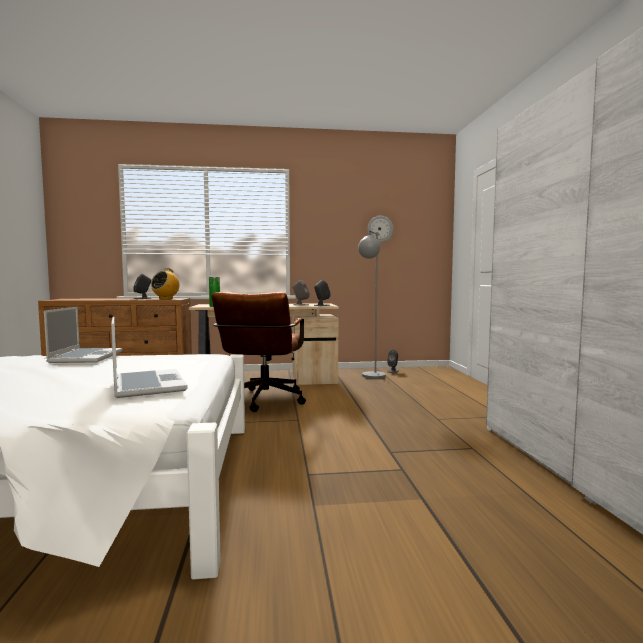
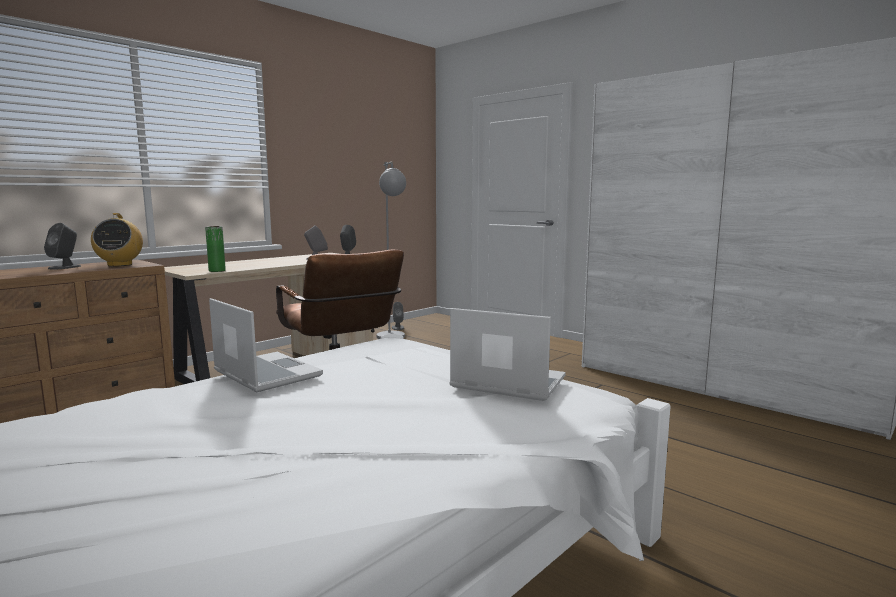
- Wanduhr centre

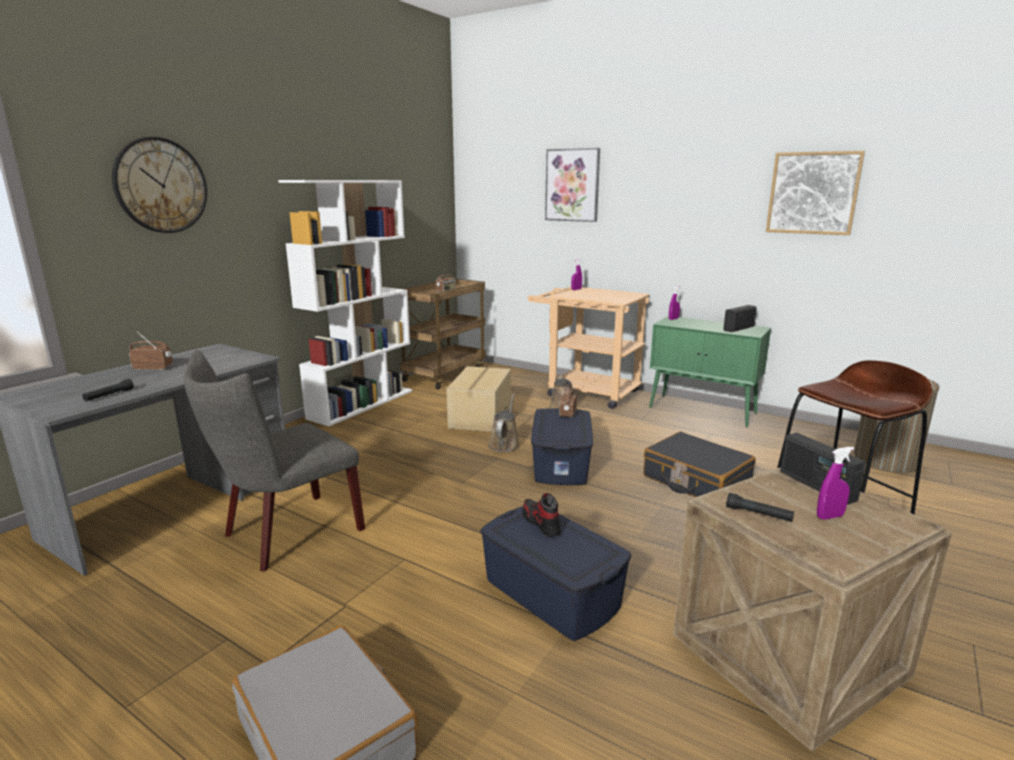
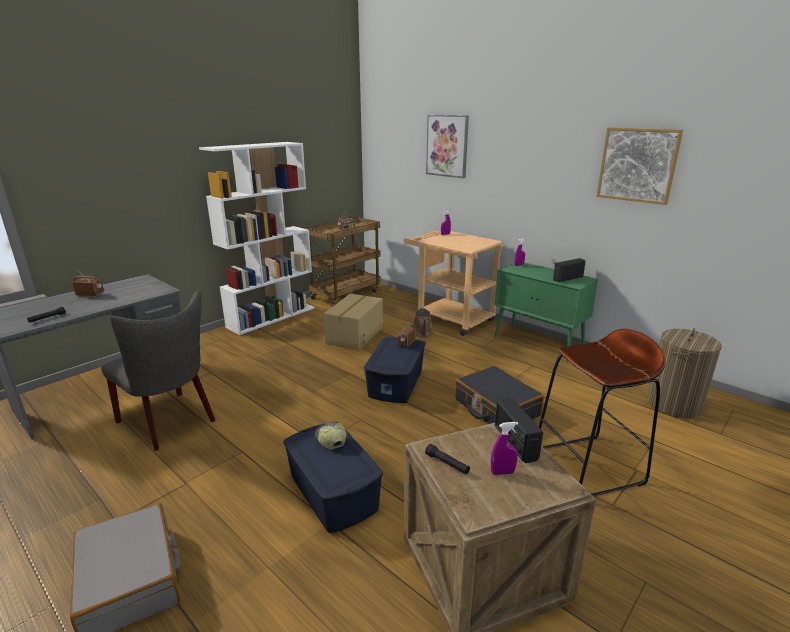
~ Stuhl (grau) middle left = middle left 105 degrees counterclockwise
~ Schuh bottom centre to Kappe bottom centre
- Wanduhr top left
- Gießkanne (braun) (1st from left) centre

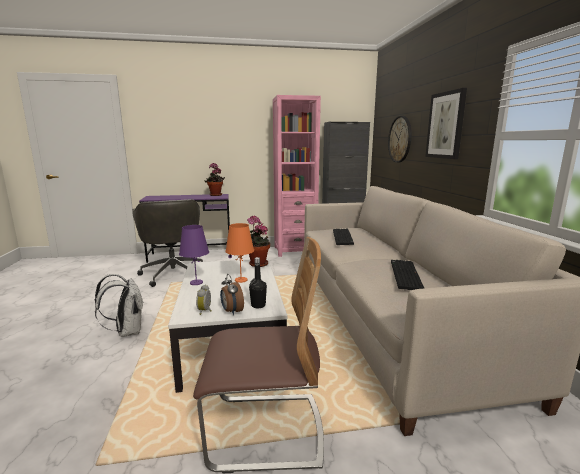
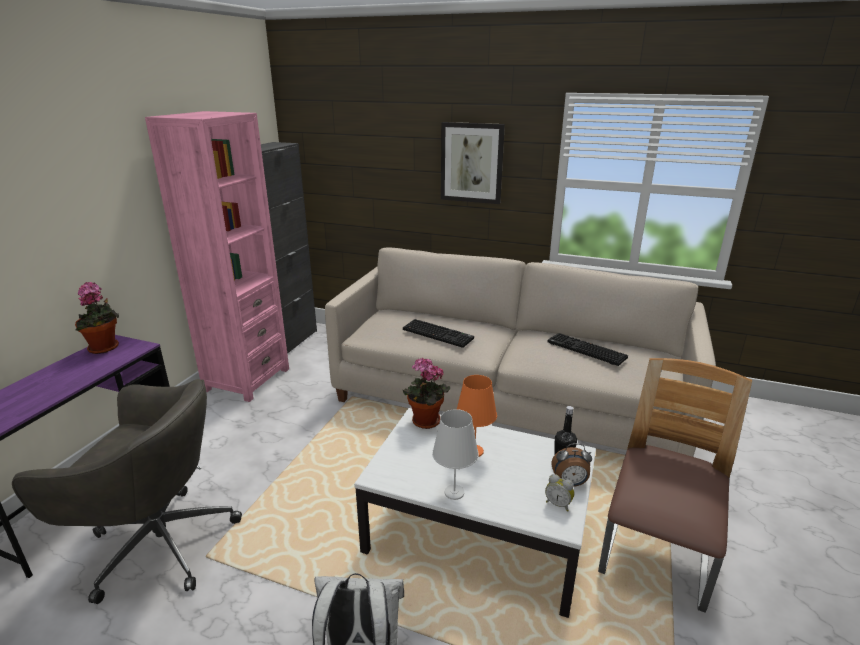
~ Tischlampe (lila) centre to Tischlampe (weiß) bottom centre
- Wanduhr top right

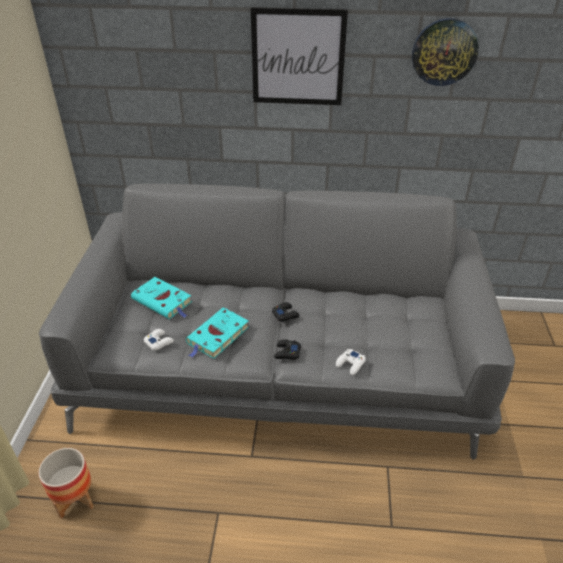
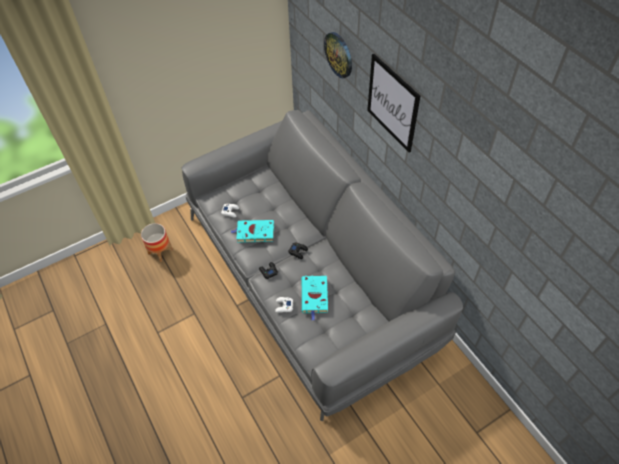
~ Buch (türkis) (1st from left in the first image) middle left to Buch (türkis) (2nd from left) centre
~ Wanduhr top right to top centre

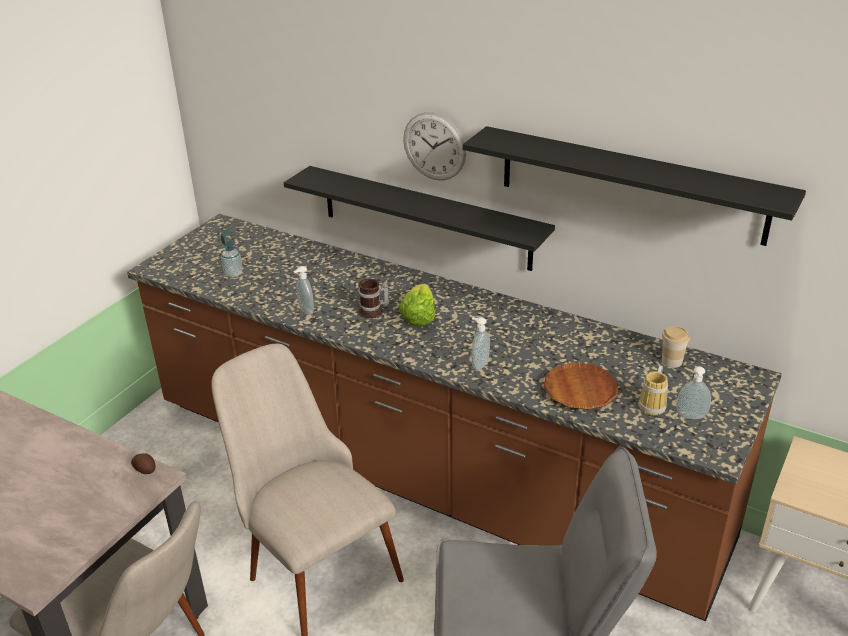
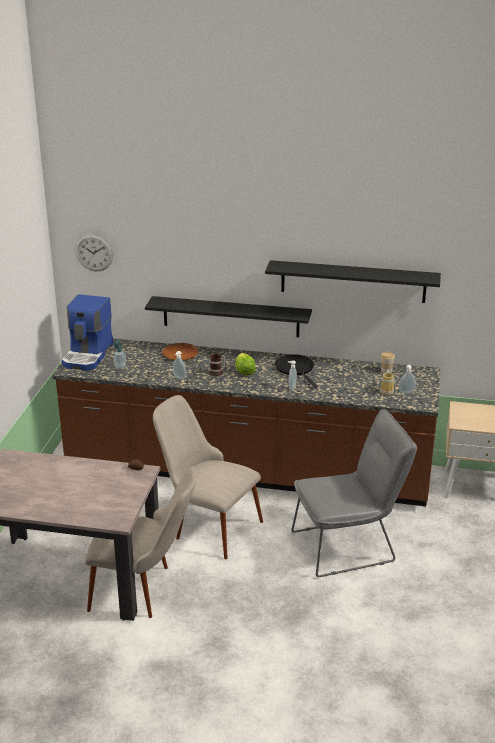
+ Kaffeemaschine middle left
~ Wanduhr top centre to middle left
~ Teller (braun) middle right to centre
+ Pfanne (schwarz) centre

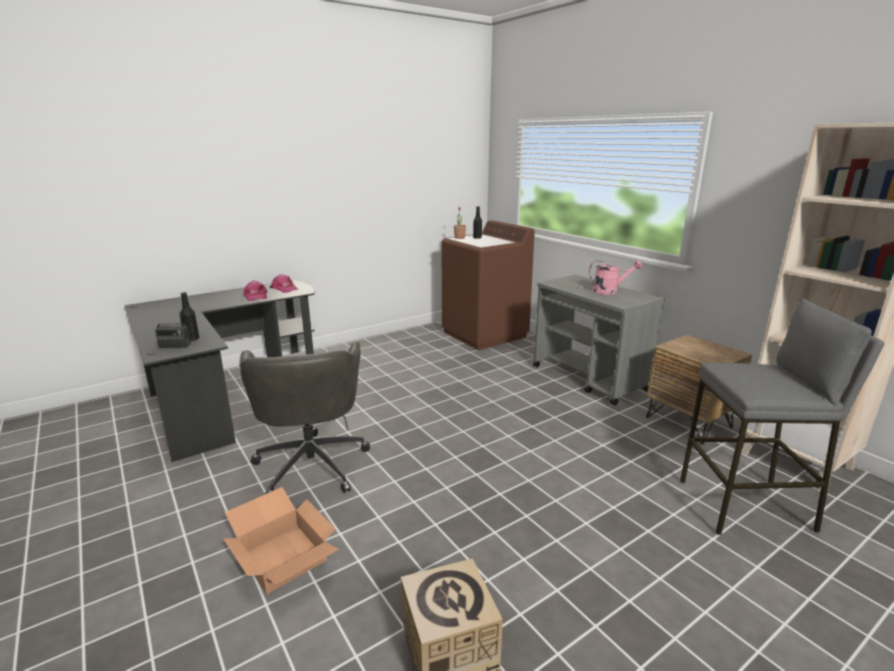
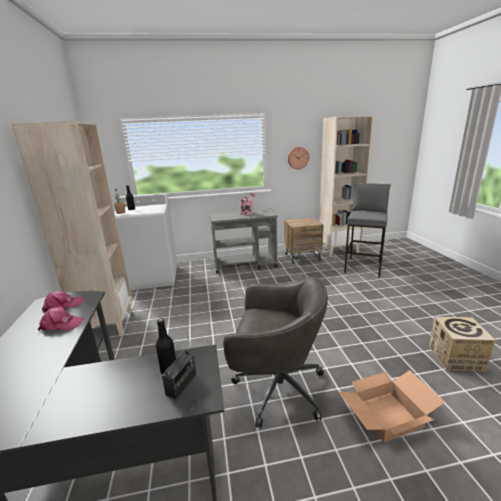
+ Bücherregal (beige) (1st from left) middle left
~ Waschmaschine (braun) centre to Waschmaschine (weiß) middle left
+ Wanduhr top centre

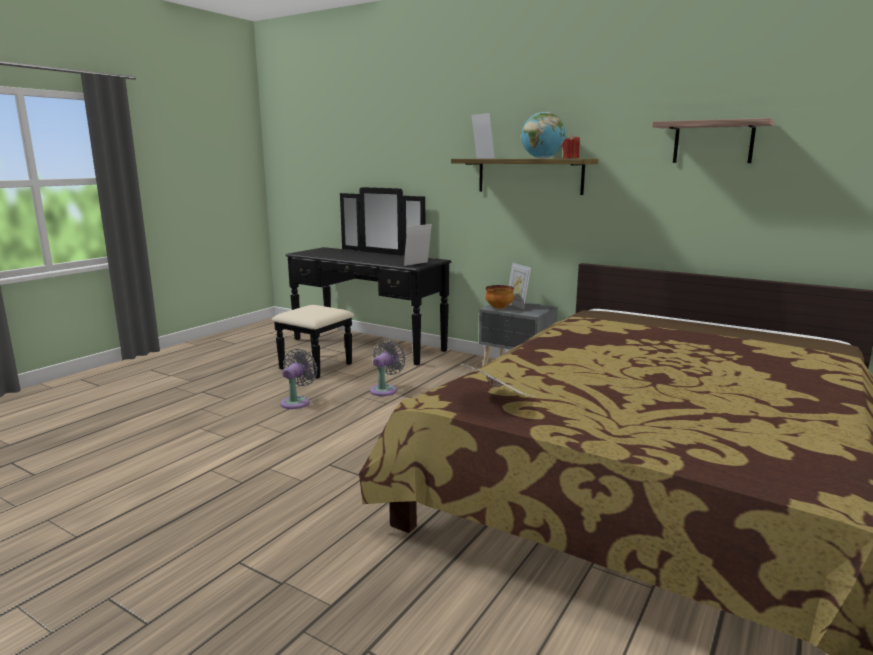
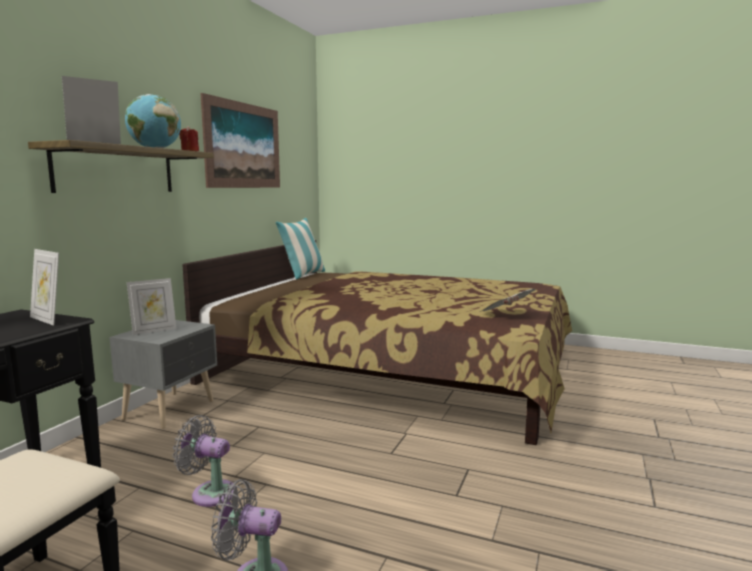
~ Wandregal (2nd from left) top right to Bild top left
+ Kissen centre
- Schüssel centre

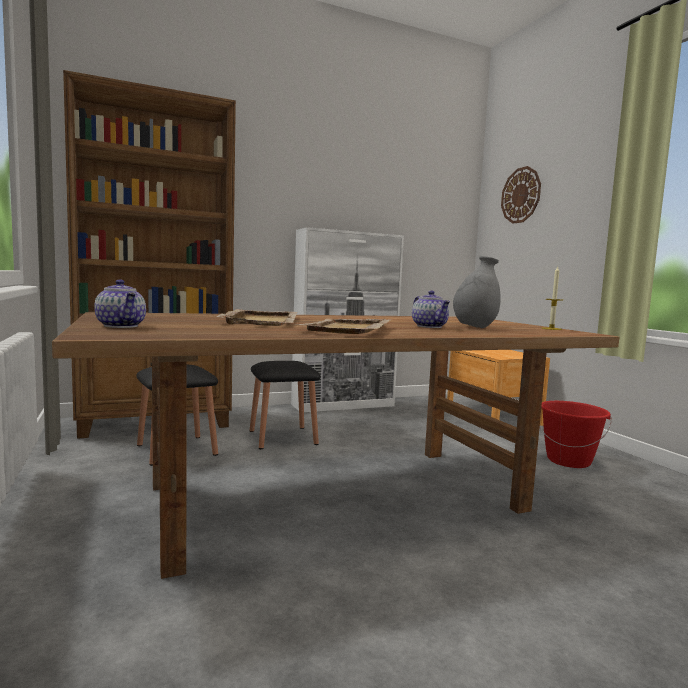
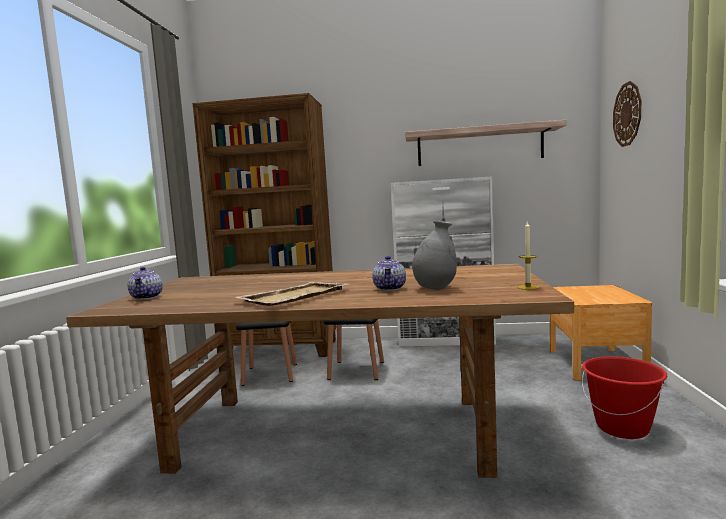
+ Wandregal top right
- Tablett (beige) (1st from left) centre

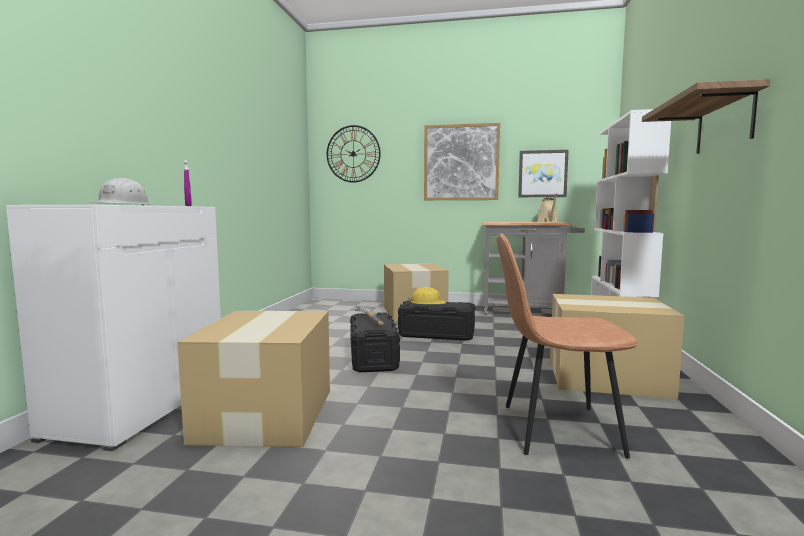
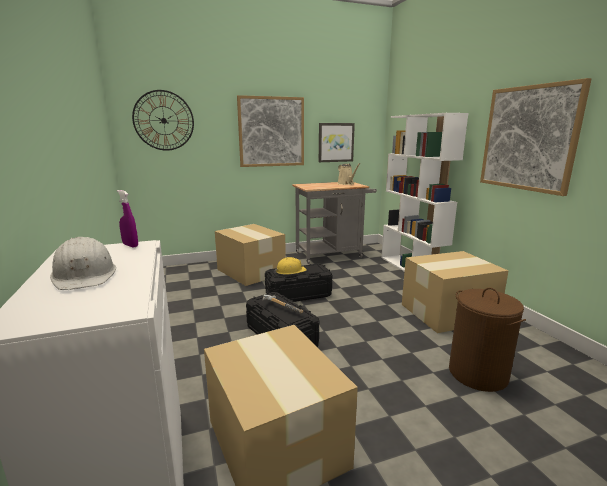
~ Stuhl (braun) middle right to Wäschekorb (braun) bottom right
~ Wandregal top right to Bild (3rd from left) top right

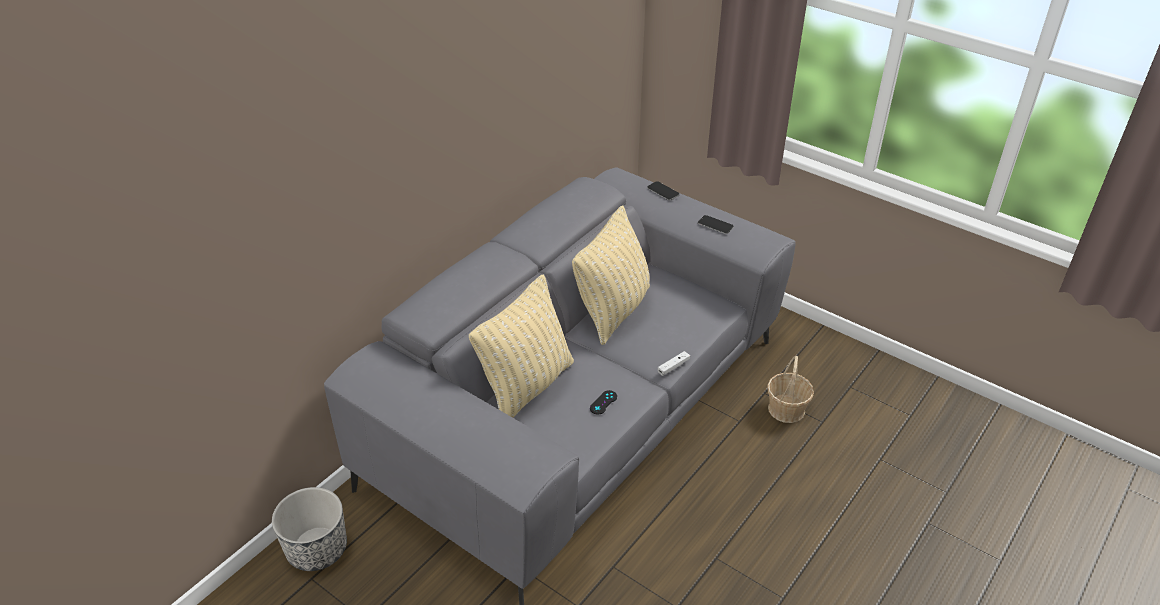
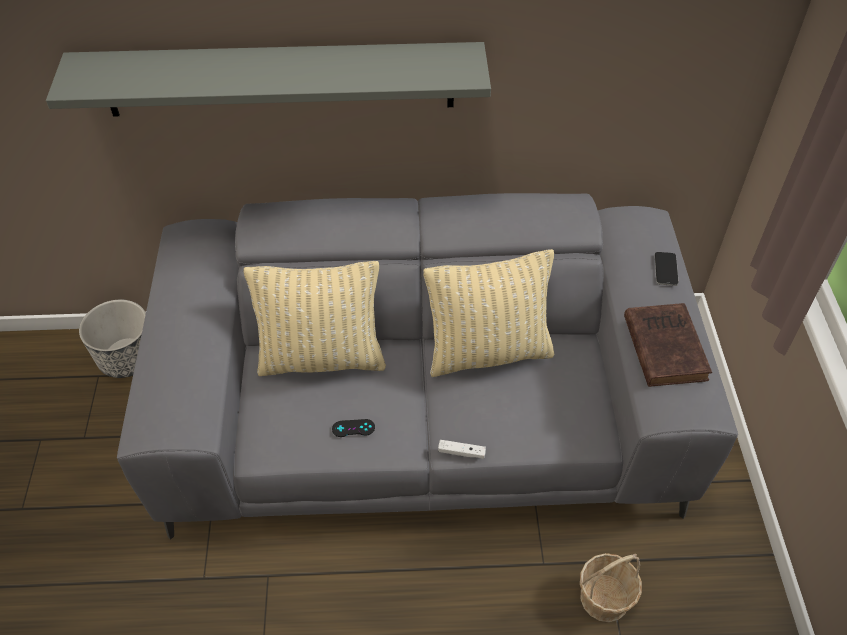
+ Wandregal (grau) top left
~ Handy (2nd from left) centre to Buch (braun) middle right

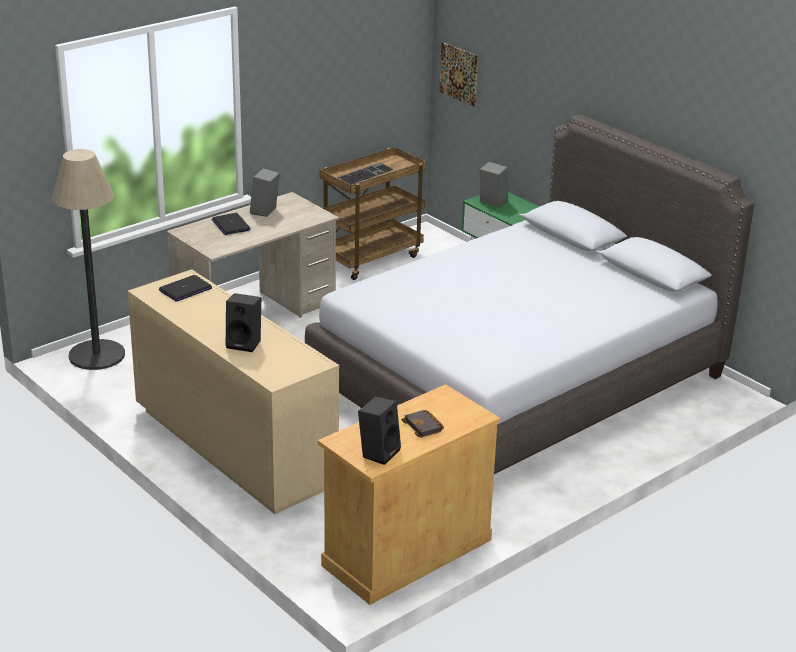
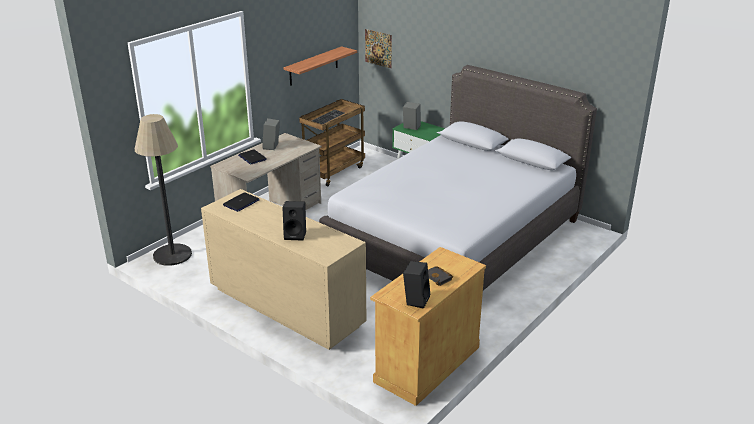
+ Wandregal top centre

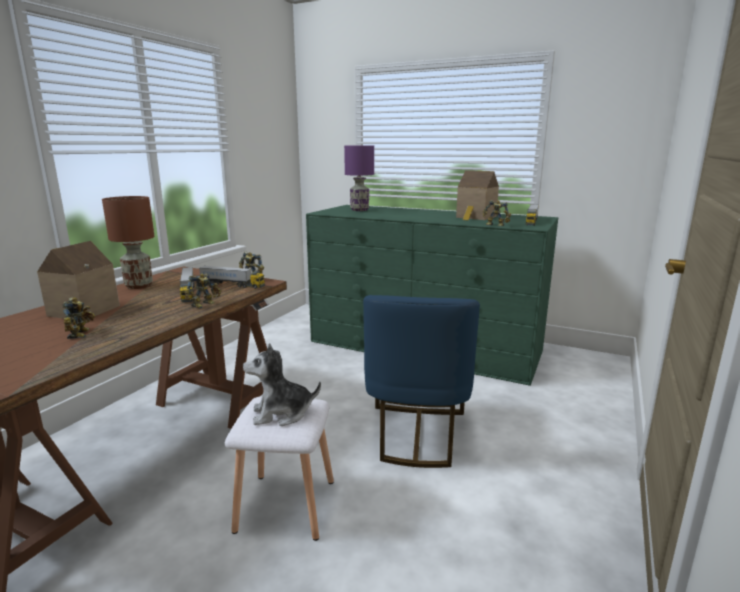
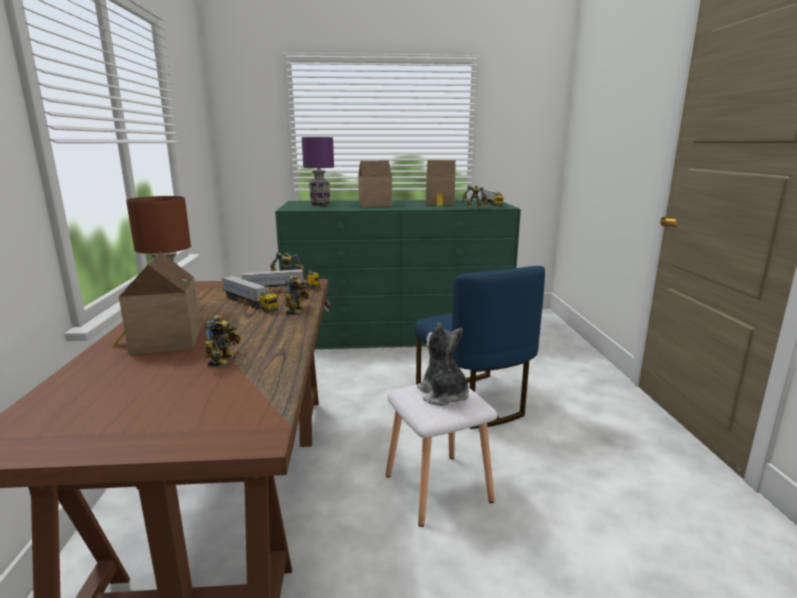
~ Spielzeugroboter (1st from left) middle left = middle left 45 degrees clockwise
+ Spielzeughaus (2nd from left) top centre
~ Plüschtier centre = centre 105 degrees clockwise

